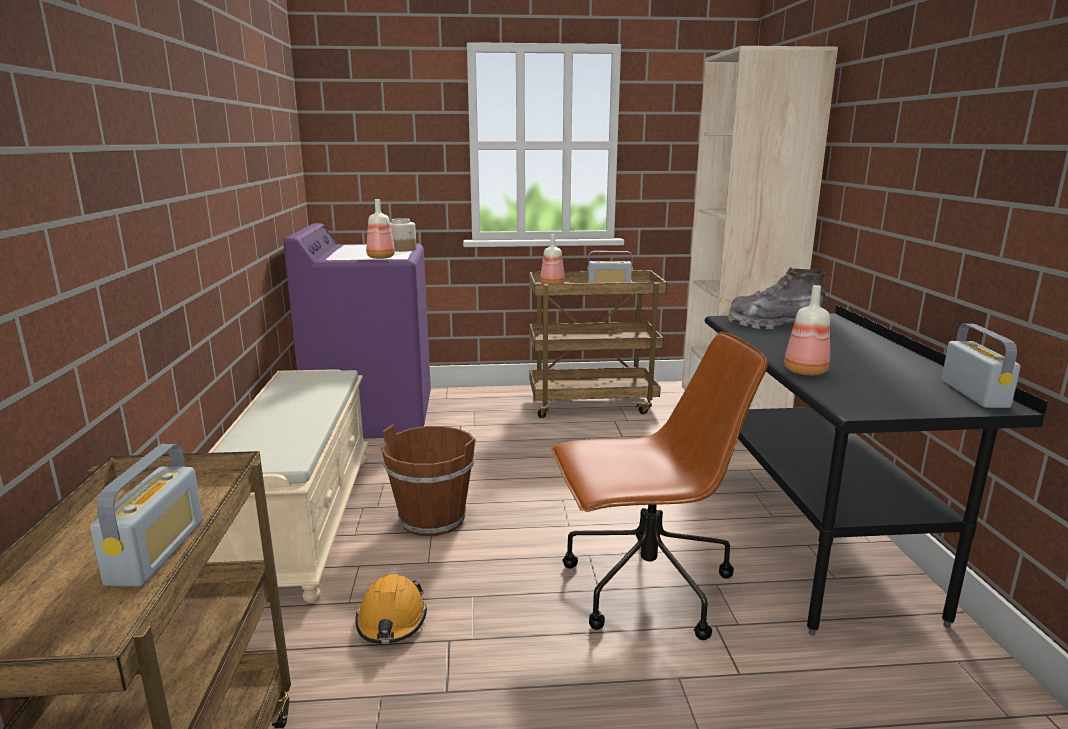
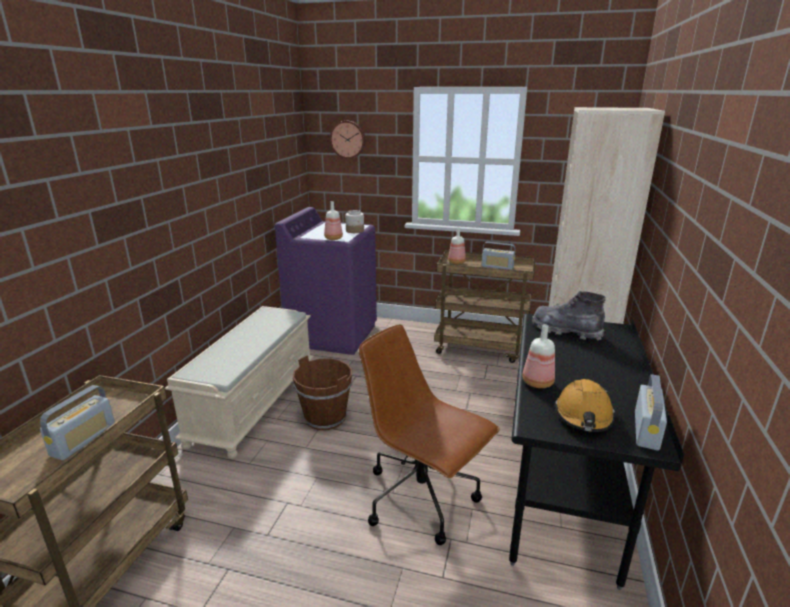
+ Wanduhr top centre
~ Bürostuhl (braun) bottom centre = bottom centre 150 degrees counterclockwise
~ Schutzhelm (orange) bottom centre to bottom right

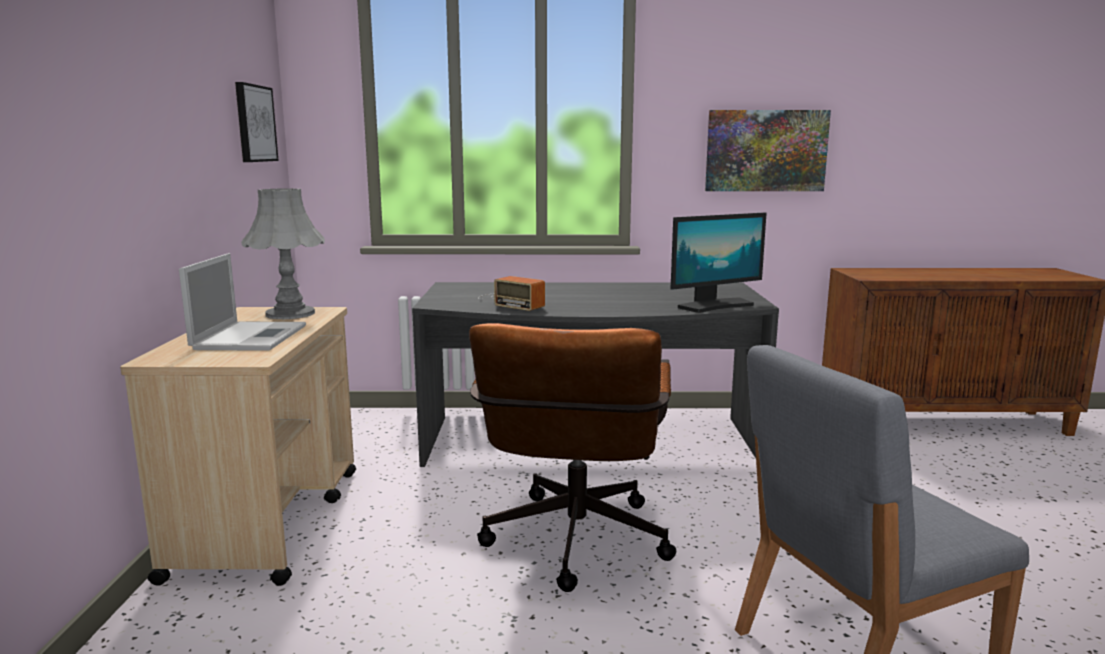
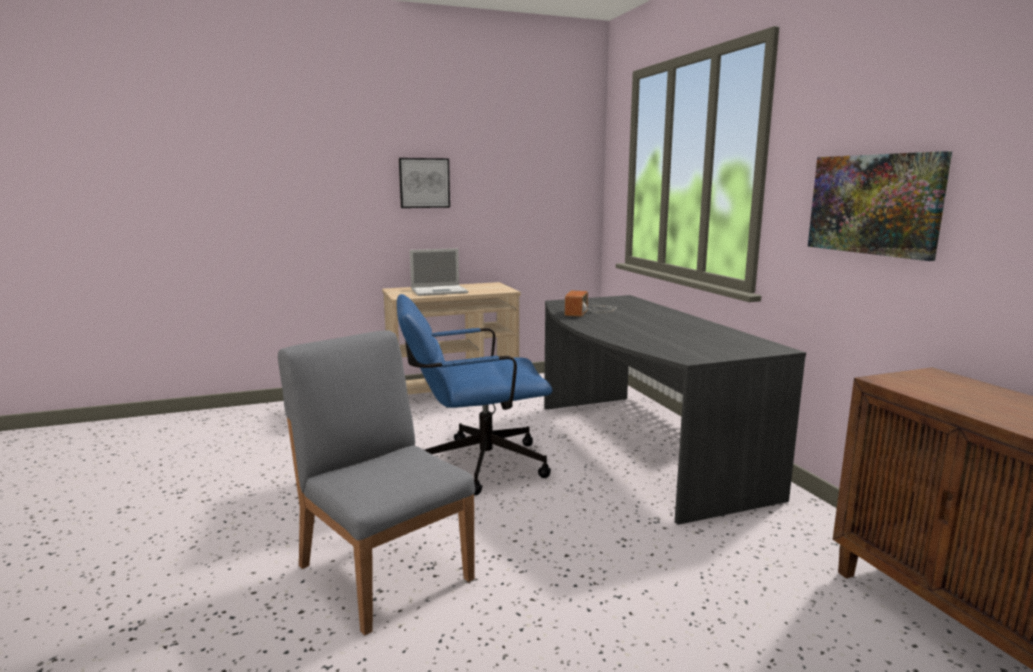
~ Bürostuhl (braun) bottom centre to Bürostuhl (blau) centre
~ Bild (1st from left) top left to top centre
- Tischlampe (grau) middle left
- Monitor centre

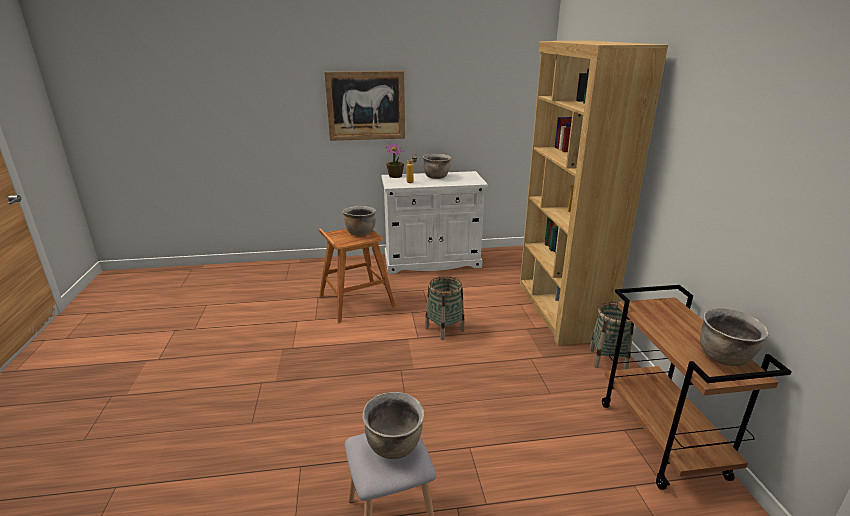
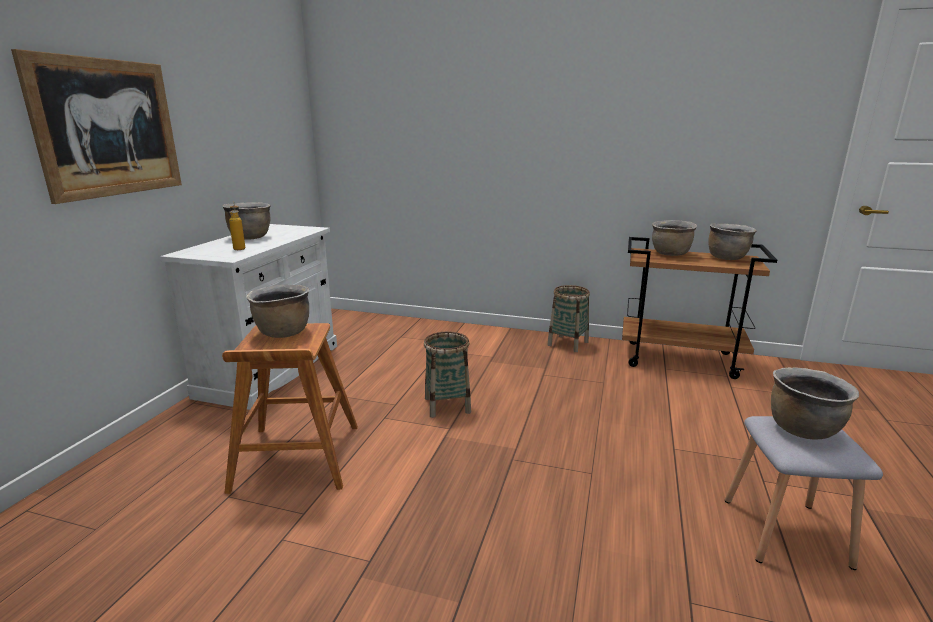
+ Kochtopf (braun) (3rd from left) middle right
- Topfpflanze top centre
- Bücherregal (braun) middle right

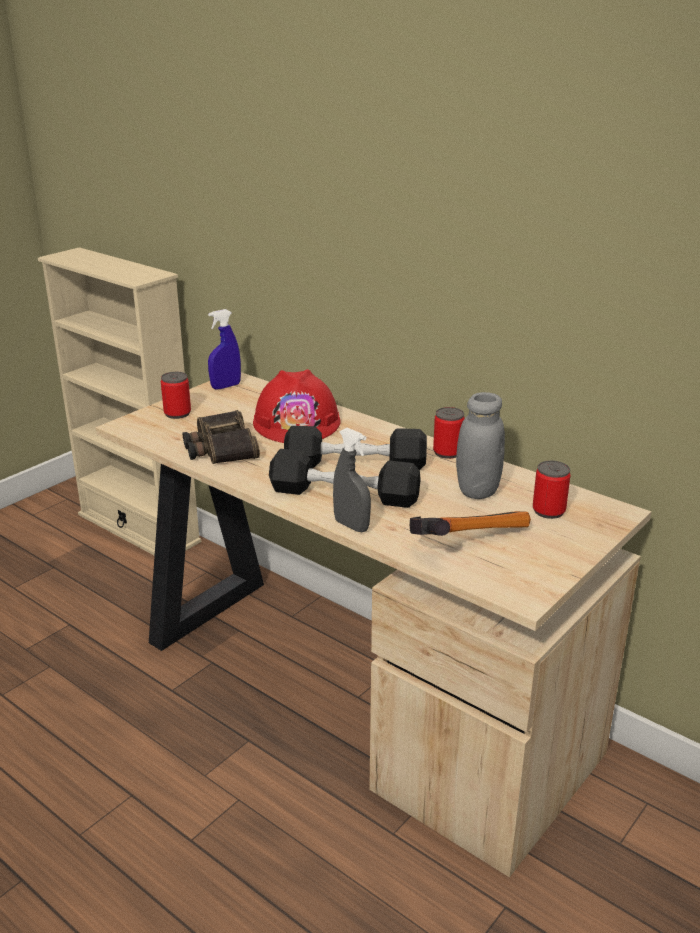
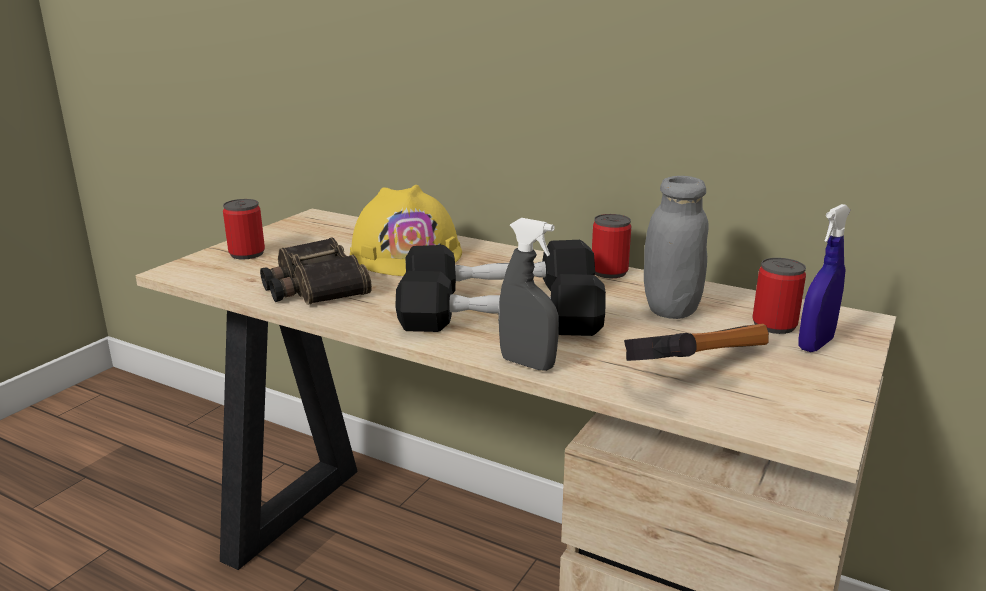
~ Schutzhelm (rot) centre to Schutzhelm (gelb) centre
~ Sprühflasche (blau) middle left to middle right
- Bücherregal (beige) middle left

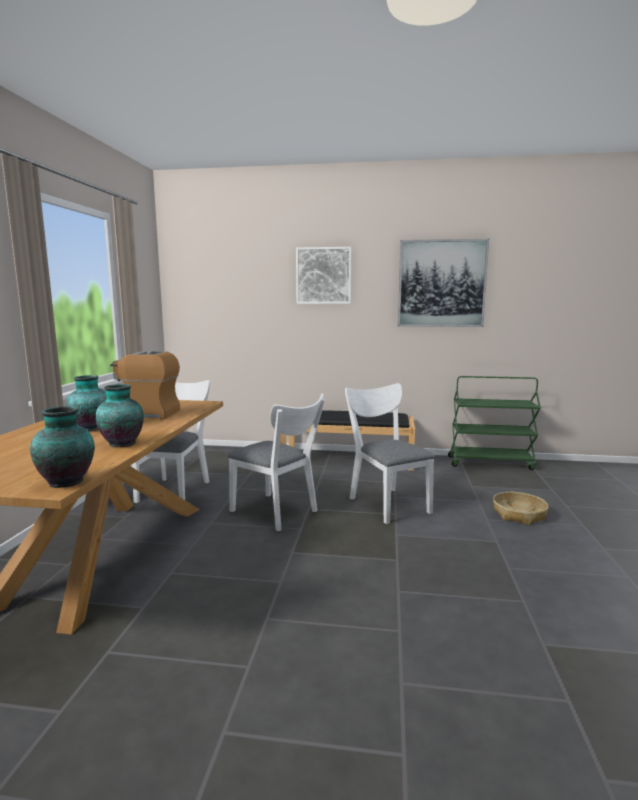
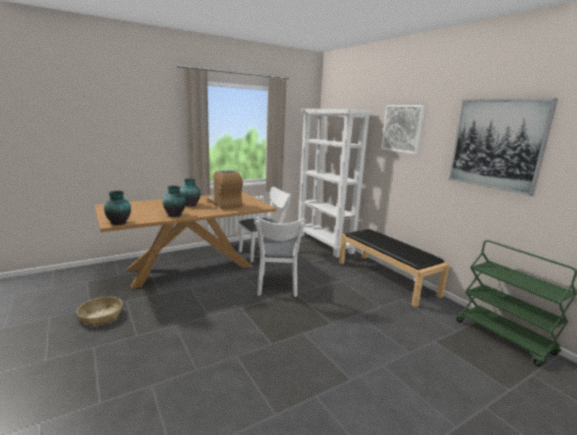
~ Korb middle right to bottom left
+ Bücherregal (weiß) centre
- Stuhl (weiß) (3rd from left) centre

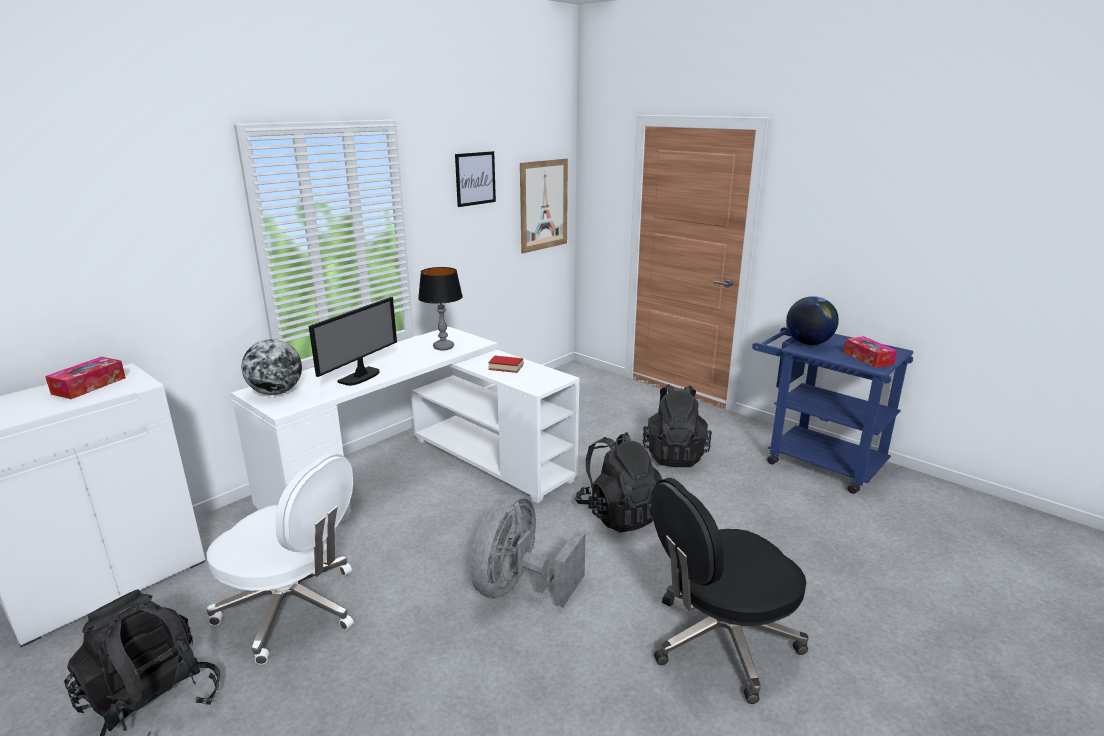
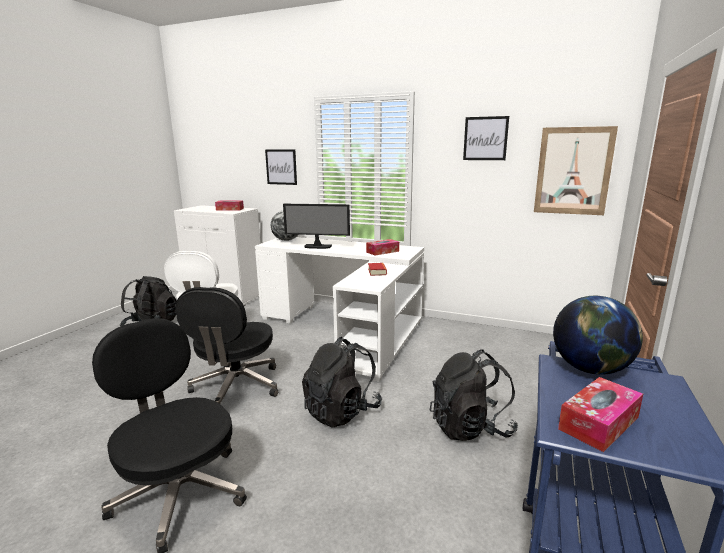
~ Ventilator (grau) bottom centre to Bürostuhl (schwarz) (2nd from left) middle left
+ Bild (1st from left) top centre
~ Tischlampe centre to Taschentuchbox (2nd from left) centre

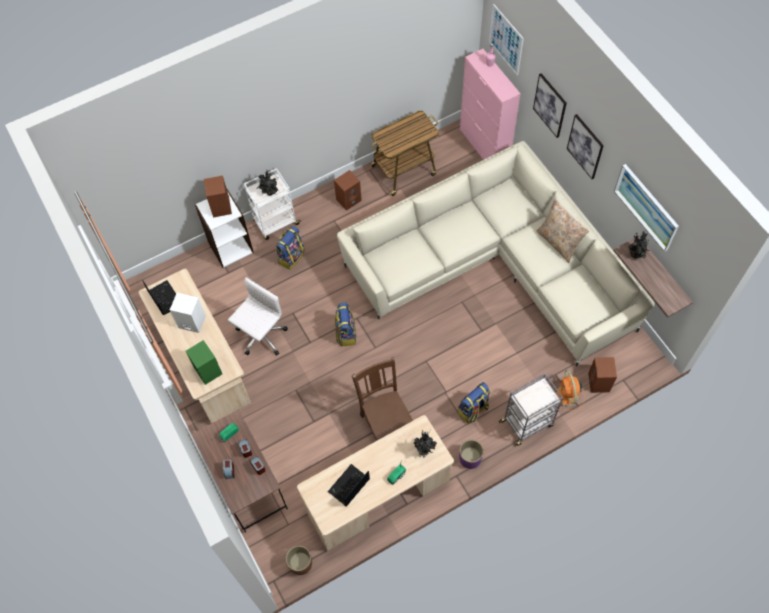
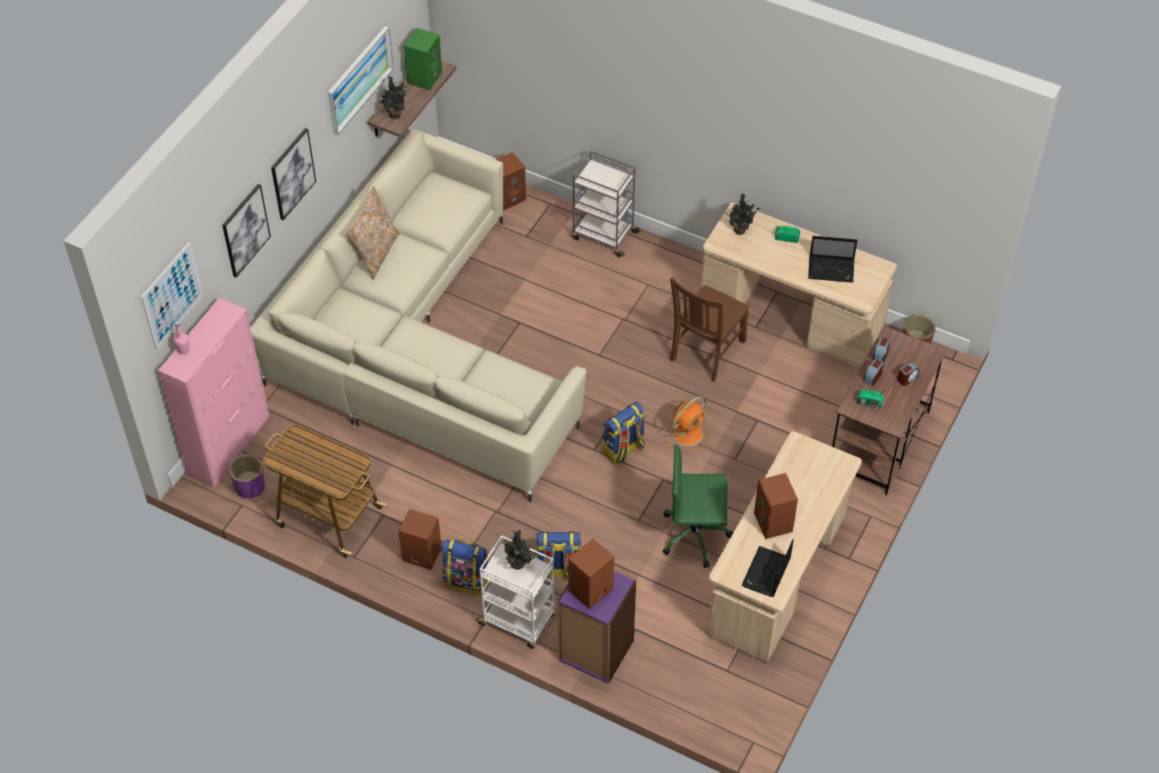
~ Pflanzkübel (lila) bottom centre to middle left
~ Lautsprecher (grün) middle left to top centre
~ Rucksack (3rd from left in the first image) centre to Rucksack (1st from left) bottom centre
~ Bücherregal (weiß) middle left to Bücherregal (lila) bottom centre
~ Bürostuhl (weiß) centre to Bürostuhl (grün) centre
~ Ventilator (orange) middle right to centre
~ Lautsprecher (weiß) middle left to Lautsprecher (braun) (4th from left) middle right

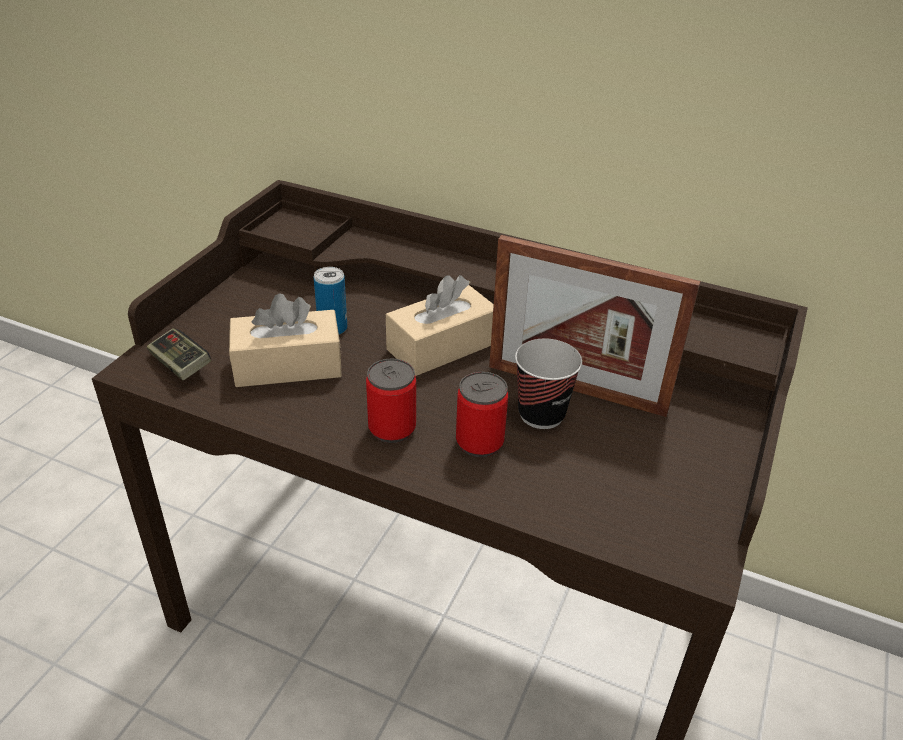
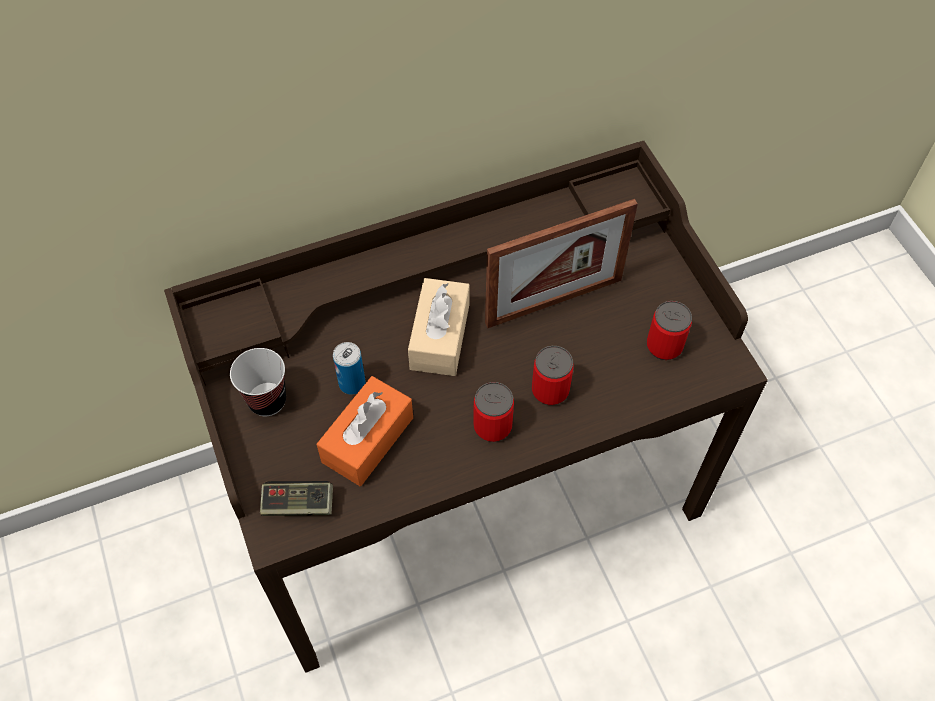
~ Tasse centre to middle left
~ Taschentuchbox (beige) (1st from left) middle left to Taschentuchbox (orange) centre
+ Dose (4th from left) middle right

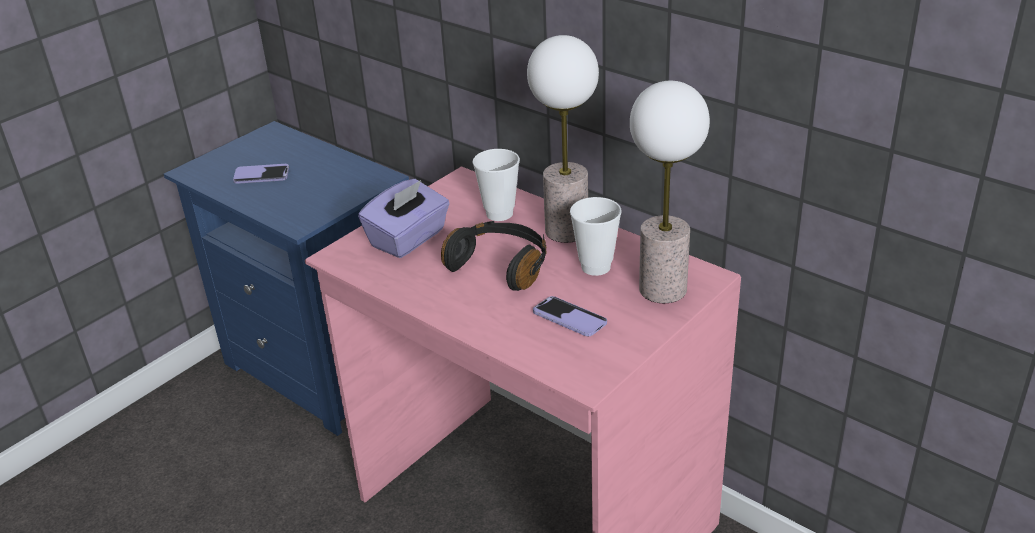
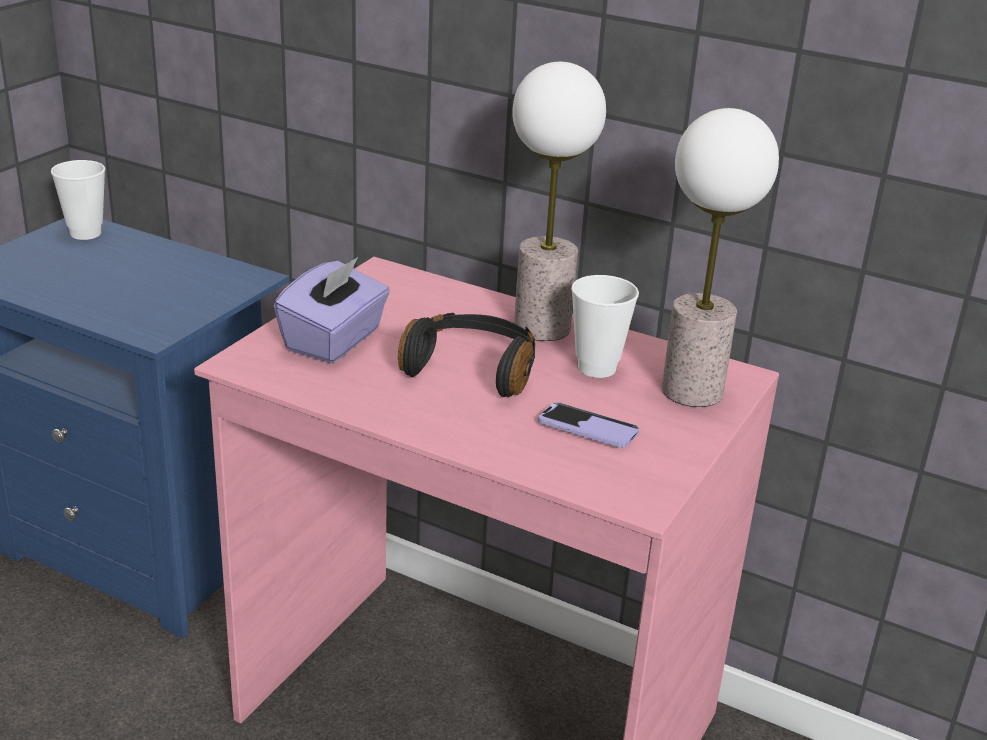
~ Tasse (1st from left) centre to top left
- Handy (1st from left) top left

